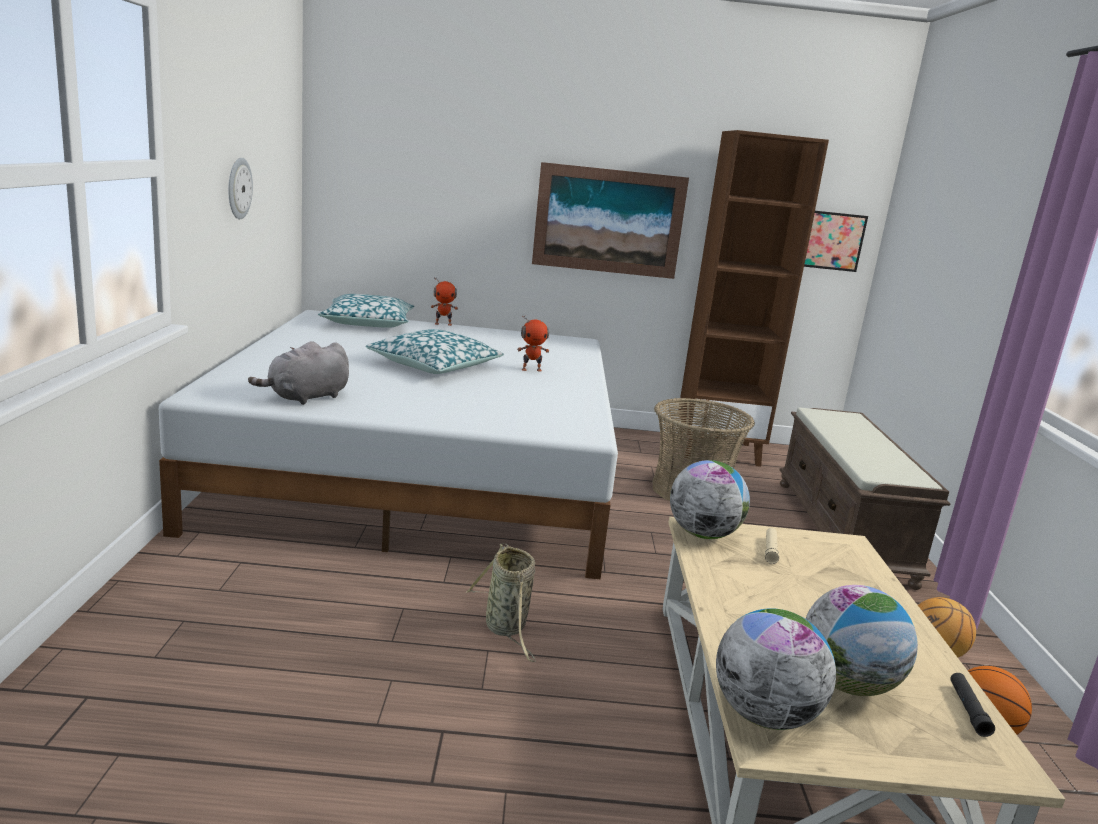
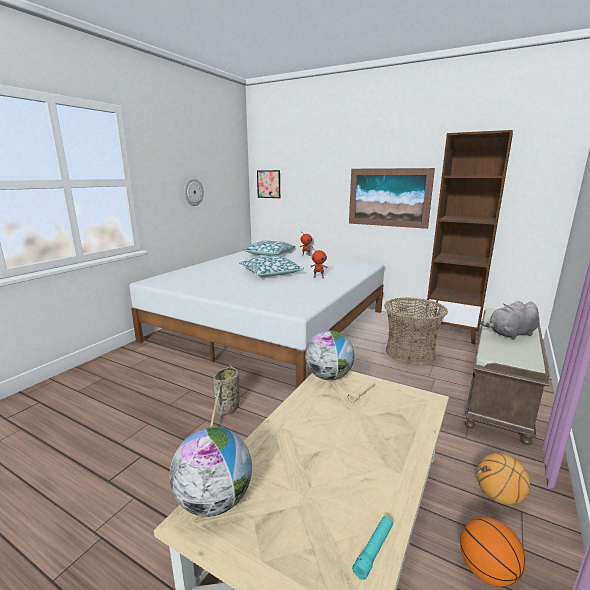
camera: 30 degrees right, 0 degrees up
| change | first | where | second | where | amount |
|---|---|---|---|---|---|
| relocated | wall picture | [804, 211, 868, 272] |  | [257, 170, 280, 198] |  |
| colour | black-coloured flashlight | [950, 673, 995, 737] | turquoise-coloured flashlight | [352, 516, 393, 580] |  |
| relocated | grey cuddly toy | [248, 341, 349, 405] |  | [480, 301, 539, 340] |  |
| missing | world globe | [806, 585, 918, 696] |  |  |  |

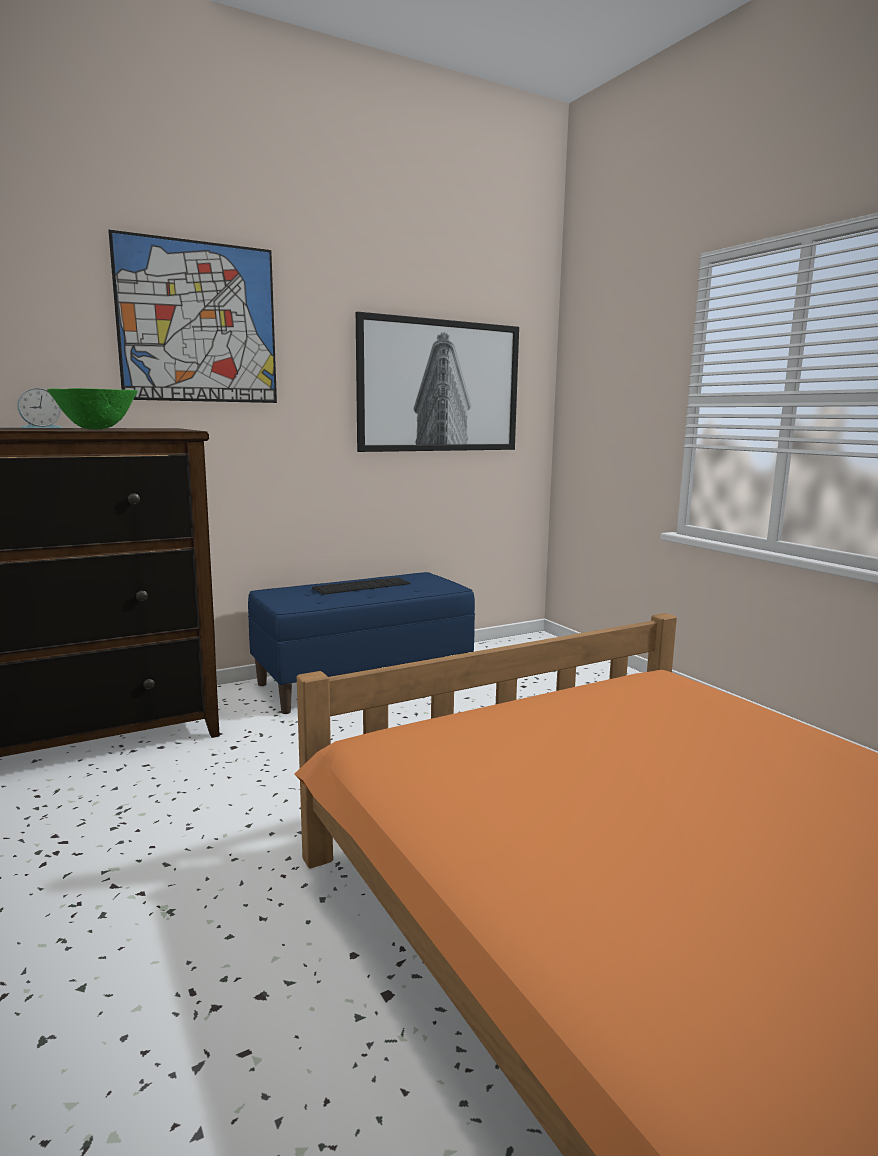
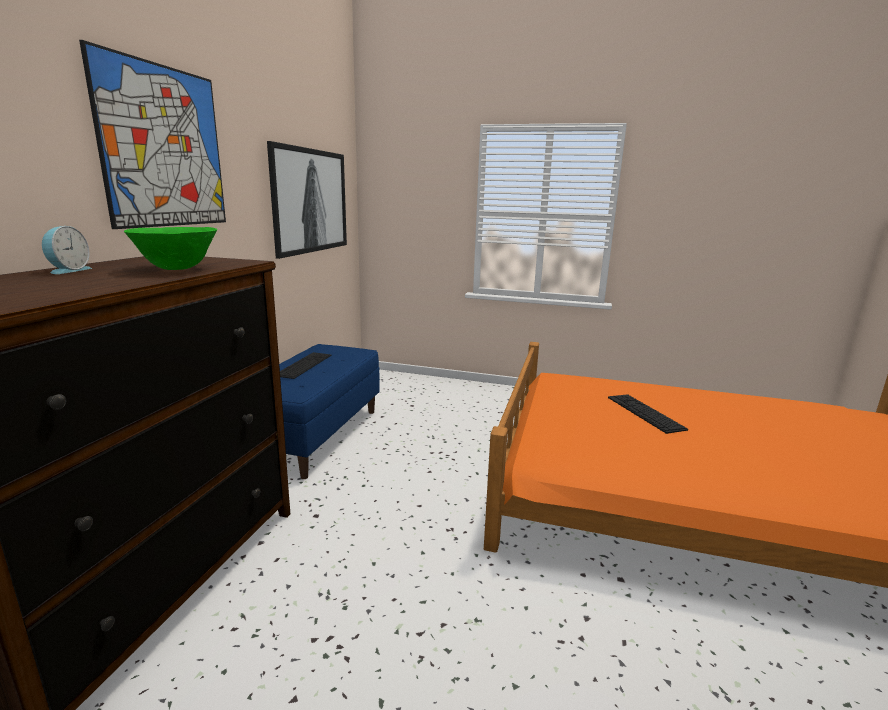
camera: 45 degrees left, 5 degrees up
| change | first | where | second | where | amount |
|---|---|---|---|---|---|
| appeared |  |  | computer keyboard | [608, 394, 688, 434] |  |

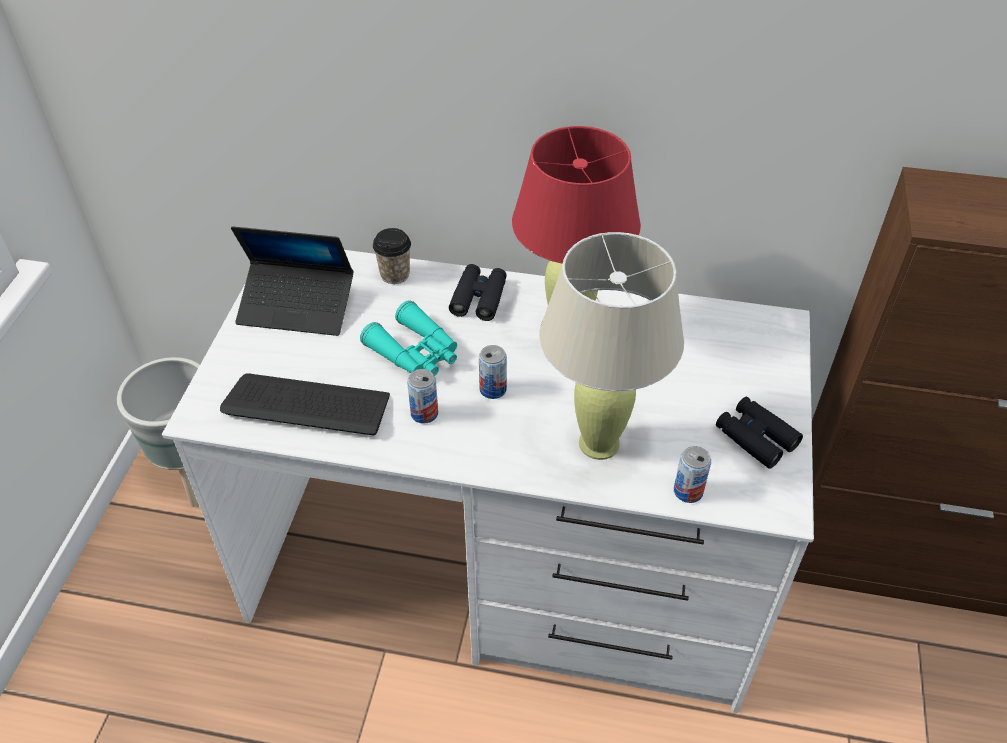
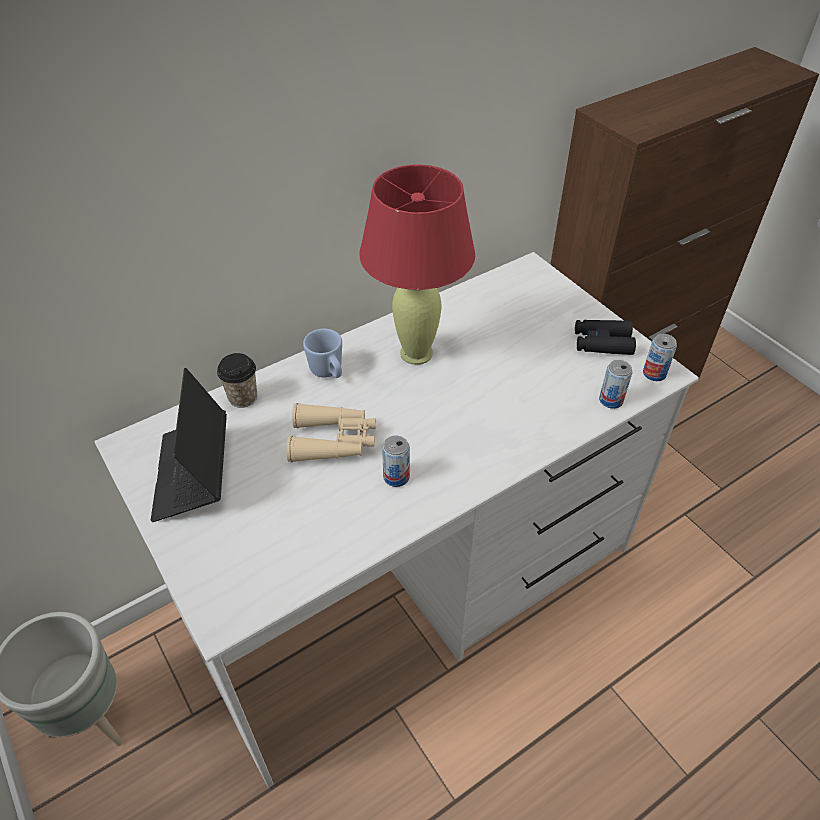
camera: 45 degrees left, 0 degrees up
| change | first | where | second | where | amount |
|---|---|---|---|---|---|
| spun | portable computer | [231, 226, 353, 336] |  | [151, 368, 227, 522] | 120 degrees clockwise |
| colour | turquoise-coloured pair of binoculars | [360, 300, 457, 376] | sand-coloured pair of binoculars | [287, 403, 376, 462] |  |
| exchanged | black-coloured pair of binoculars | [449, 264, 507, 321] | bluish mug | [303, 329, 342, 378] |  |
| relocated | can | [479, 345, 507, 399] |  | [643, 334, 677, 381] |  |
| missing | computer keyboard | [220, 373, 390, 435] |  |  |  |
| missing | sand-coloured lamp for a table | [539, 232, 684, 460] |  |  |  |

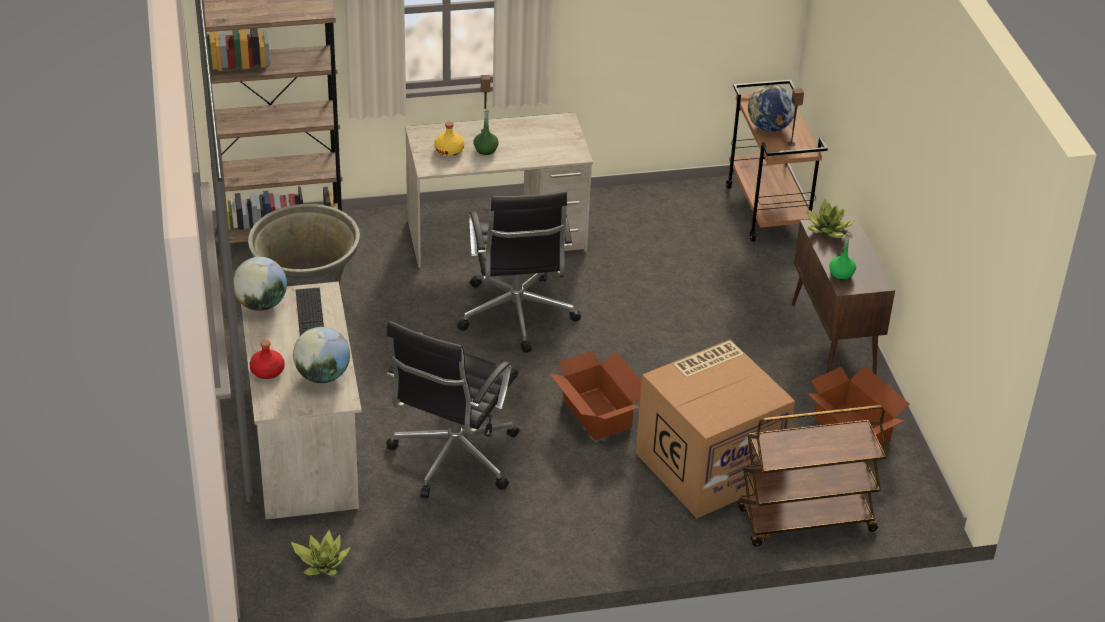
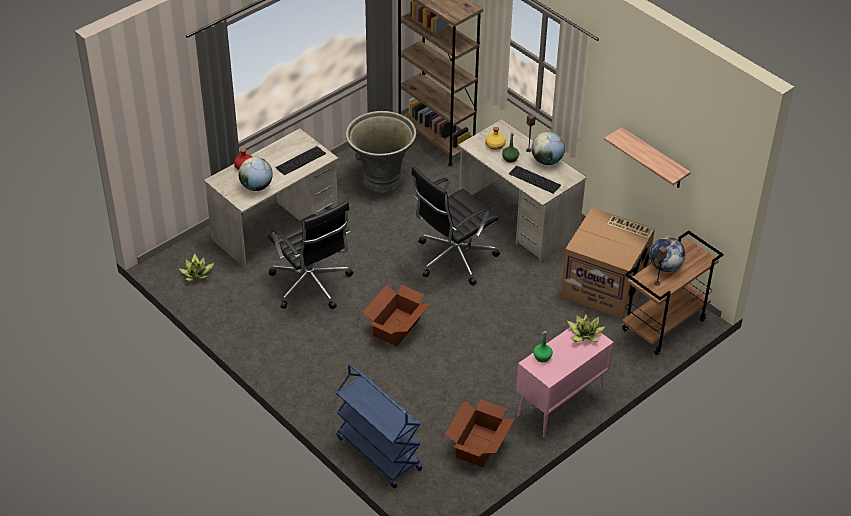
camera: 60 degrees right, 5 degrees up
| change | first | where | second | where | amount |
|---|---|---|---|---|---|
| spun | black-coloured computer chair | [386, 321, 519, 498] |  | [268, 201, 353, 309] | 120 degrees counterclockwise |
| colour | brown cart | [737, 405, 887, 547] | bluish cart | [336, 364, 422, 489] |  |
| appeared |  |  | computer keyboard | [509, 165, 561, 194] |  |
| colour | brown storage cabinet | [792, 215, 895, 374] | pink-coloured storage cabinet | [516, 319, 614, 438] |  |
| relocated | world globe | [233, 257, 287, 311] |  | [532, 132, 565, 165] |  |
| relocated | packing box | [636, 340, 795, 518] |  | [561, 208, 655, 319] |  |
| appeared |  |  | bracket shelf | [604, 127, 691, 188] |  |

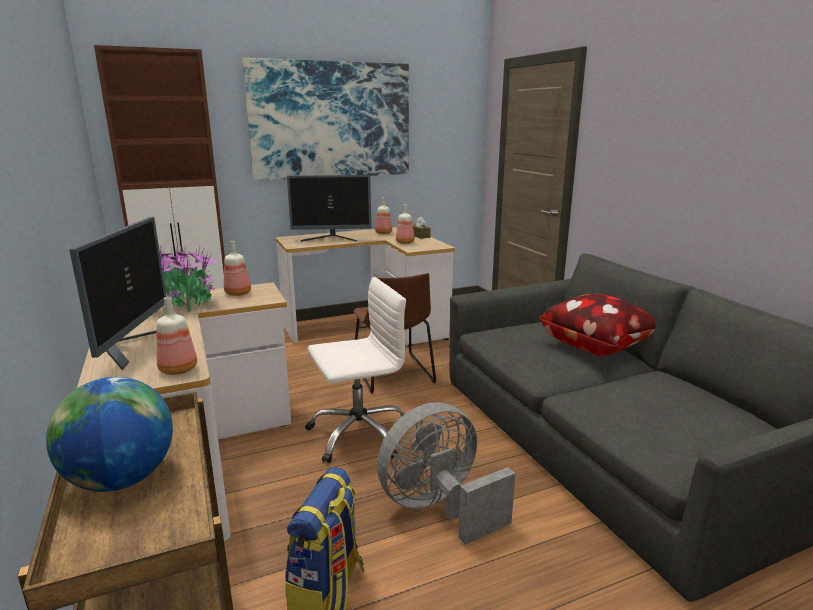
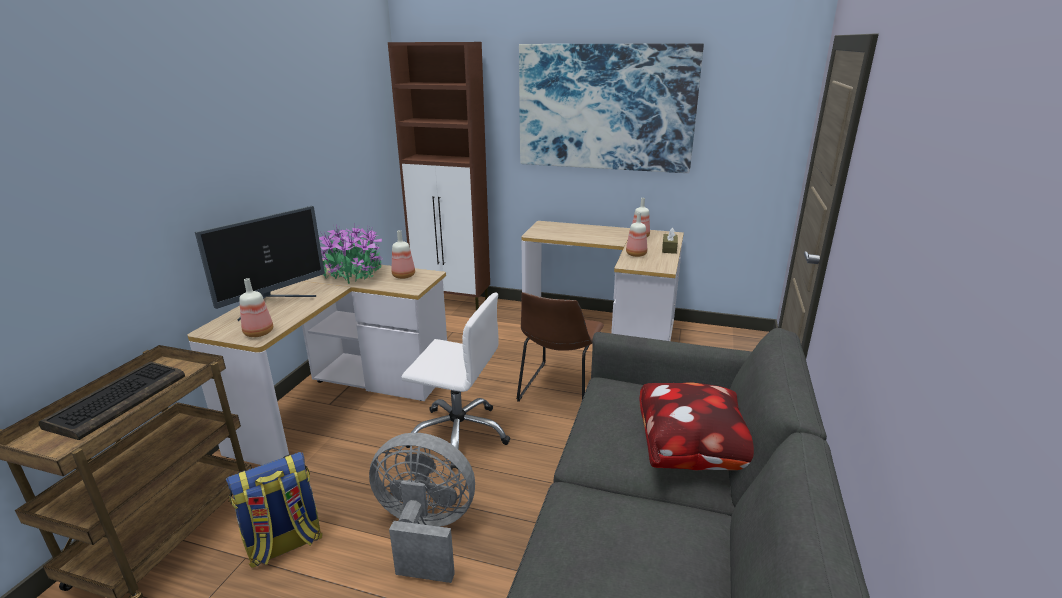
camera: 40 degrees right, 5 degrees up
| change | first | where | second | where | amount |
|---|---|---|---|---|---|
| exchanged | world globe | [46, 377, 173, 492] | computer keyboard | [39, 362, 185, 440] |  |
| missing | monitor | [287, 175, 371, 242] |  |  |  |

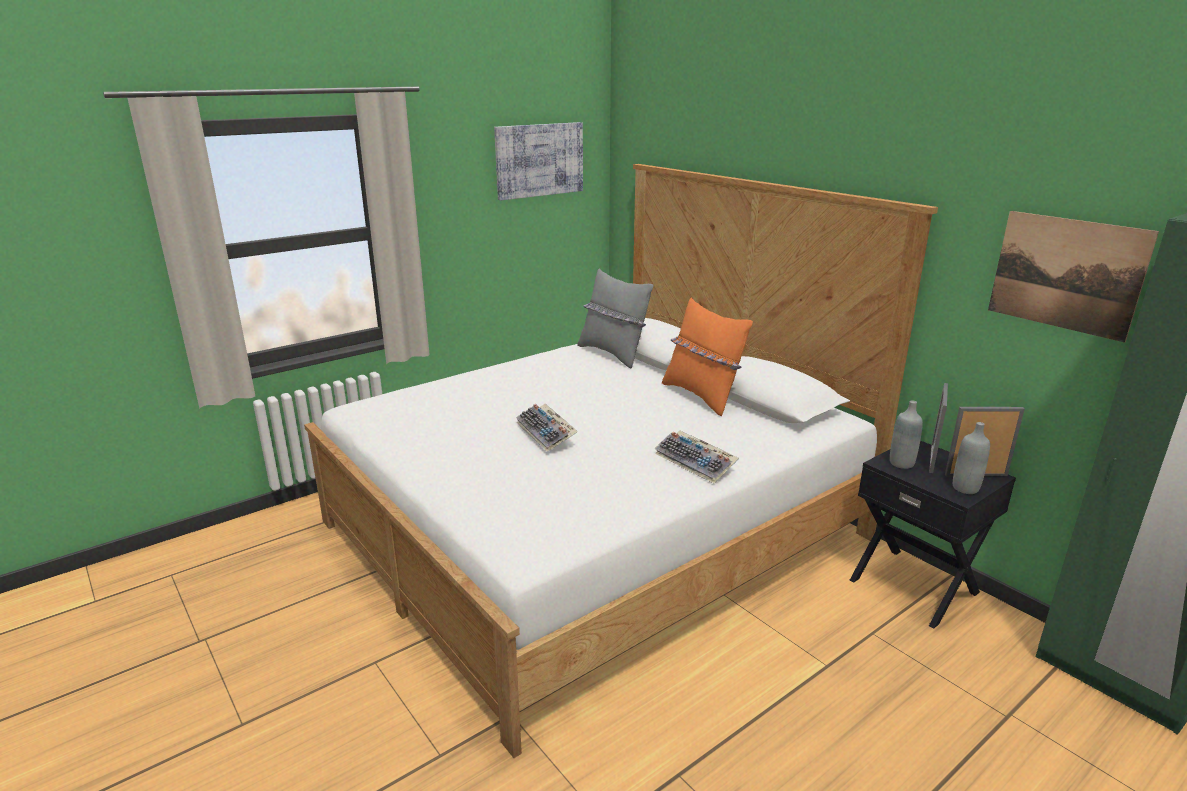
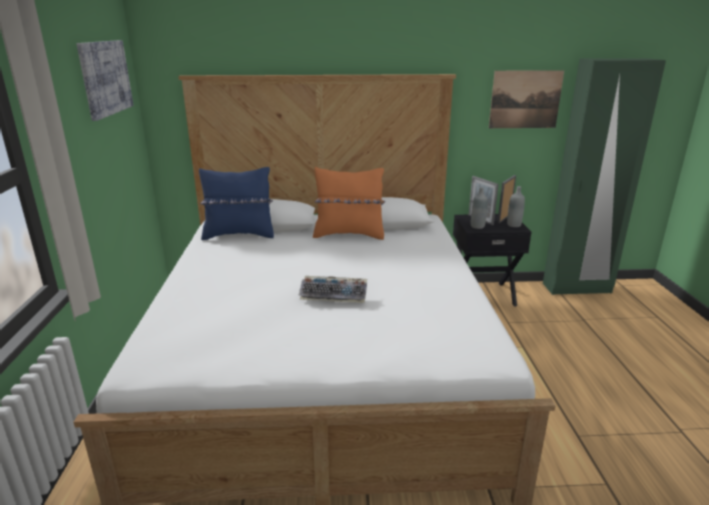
camera: 55 degrees left, 0 degrees up
| change | first | where | second | where | amount |
|---|---|---|---|---|---|
| colour | grey pillow | [577, 269, 654, 368] | bluish pillow | [199, 167, 274, 240] |  |
| missing | computer keyboard | [654, 430, 739, 483] |  |  |  |

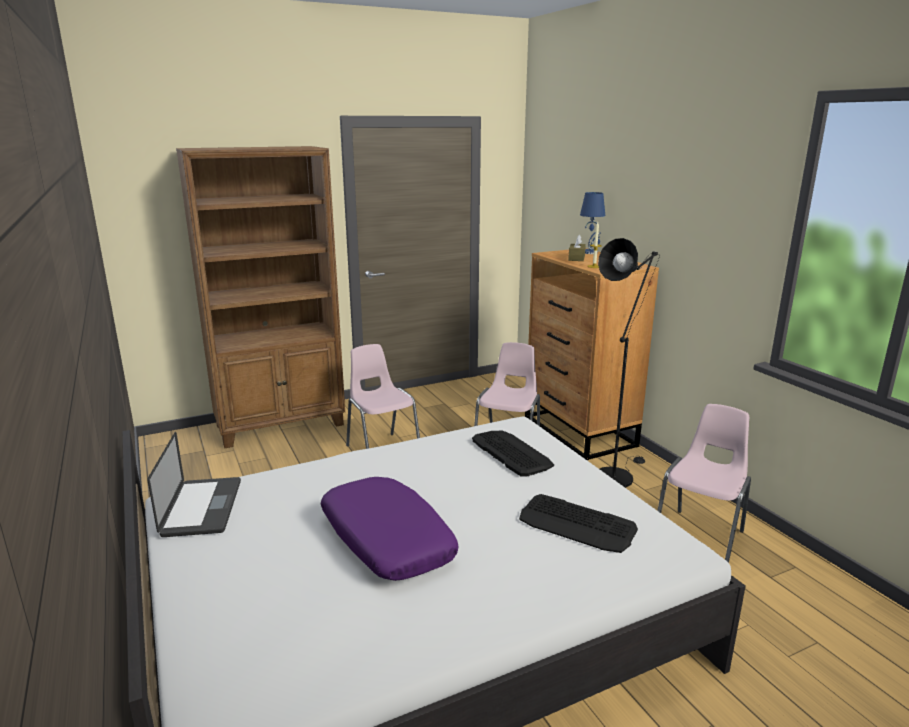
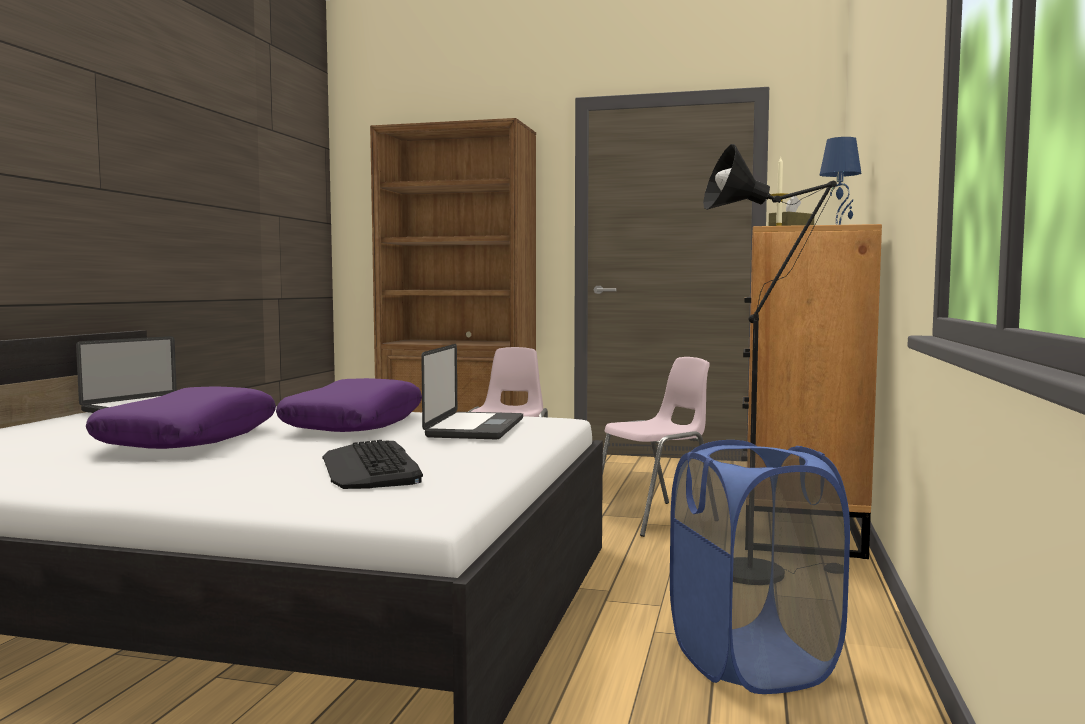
camera: 40 degrees right, 15 degrees down
| change | first | where | second | where | amount |
|---|---|---|---|---|---|
| appeared |  |  | purple-coloured pillow | [276, 378, 422, 432] |  |
| exchanged | computer keyboard | [472, 431, 554, 477] | portable computer | [421, 344, 523, 439] |  |
| exchanged | pink-coloured plain chair | [657, 404, 751, 563] | bluish laundry basket | [670, 440, 850, 694] |  |

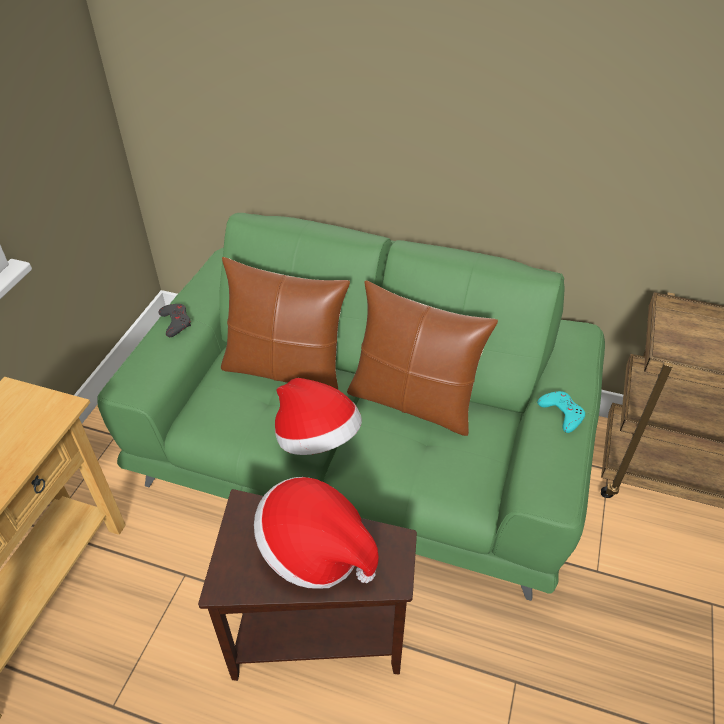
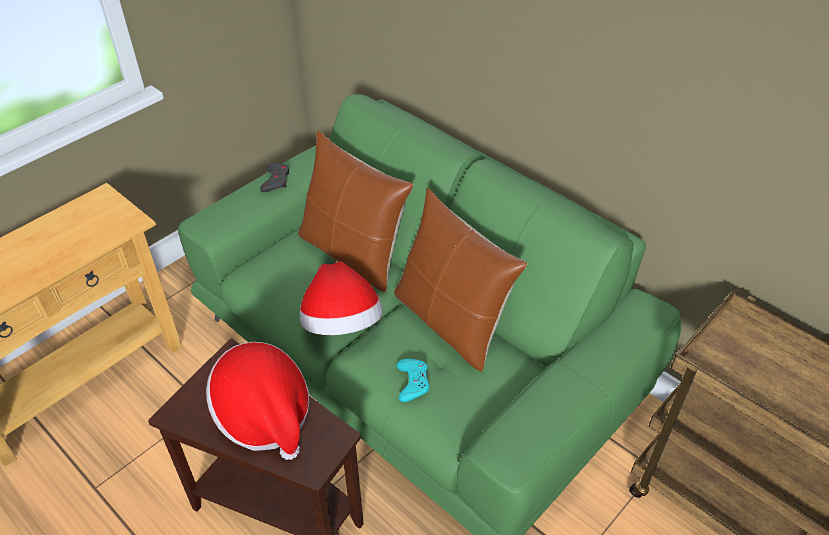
camera: 25 degrees right, 0 degrees up
| change | first | where | second | where | amount |
|---|---|---|---|---|---|
| relocated | turquoise-coloured gamepad | [537, 391, 585, 433] |  | [397, 359, 430, 402] |  |

